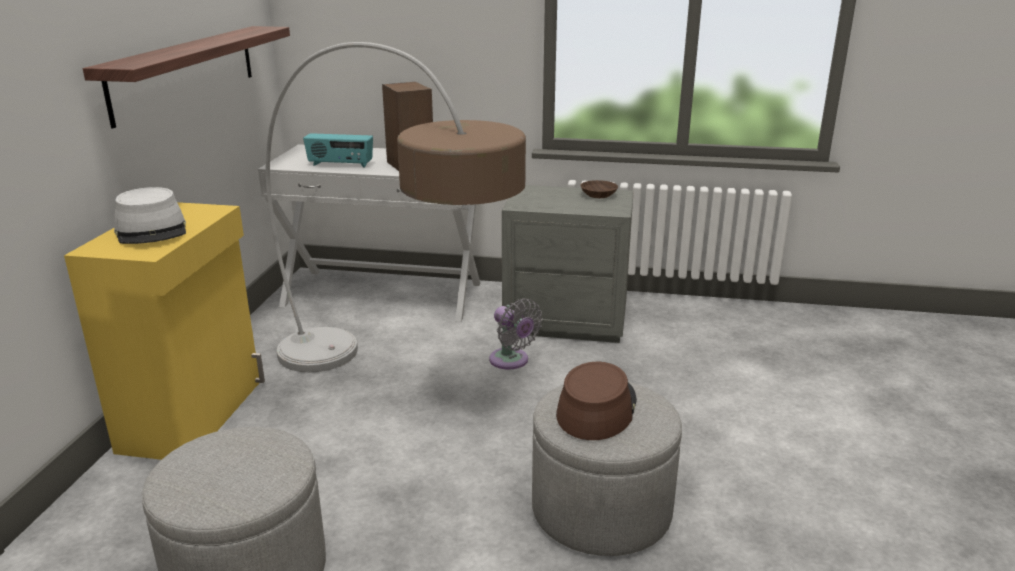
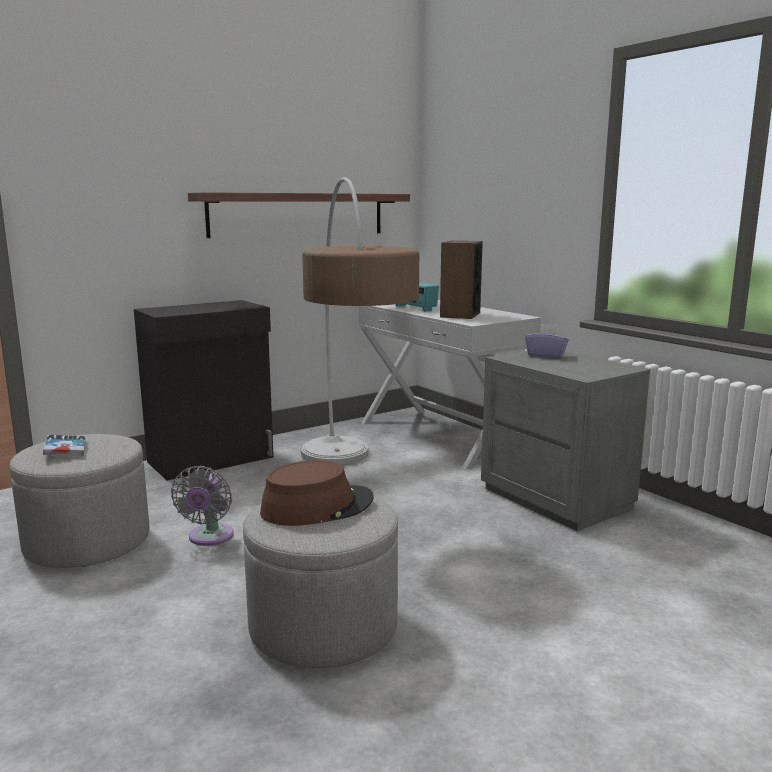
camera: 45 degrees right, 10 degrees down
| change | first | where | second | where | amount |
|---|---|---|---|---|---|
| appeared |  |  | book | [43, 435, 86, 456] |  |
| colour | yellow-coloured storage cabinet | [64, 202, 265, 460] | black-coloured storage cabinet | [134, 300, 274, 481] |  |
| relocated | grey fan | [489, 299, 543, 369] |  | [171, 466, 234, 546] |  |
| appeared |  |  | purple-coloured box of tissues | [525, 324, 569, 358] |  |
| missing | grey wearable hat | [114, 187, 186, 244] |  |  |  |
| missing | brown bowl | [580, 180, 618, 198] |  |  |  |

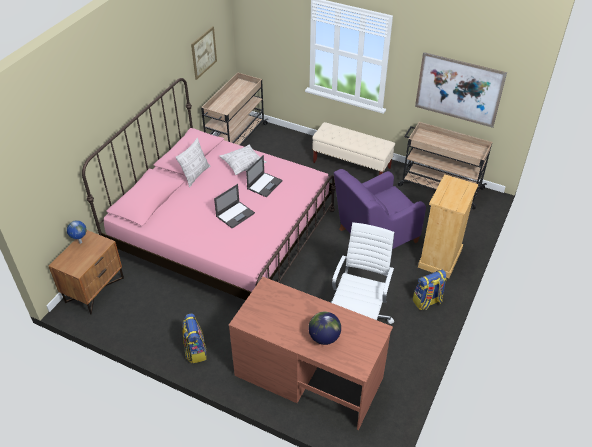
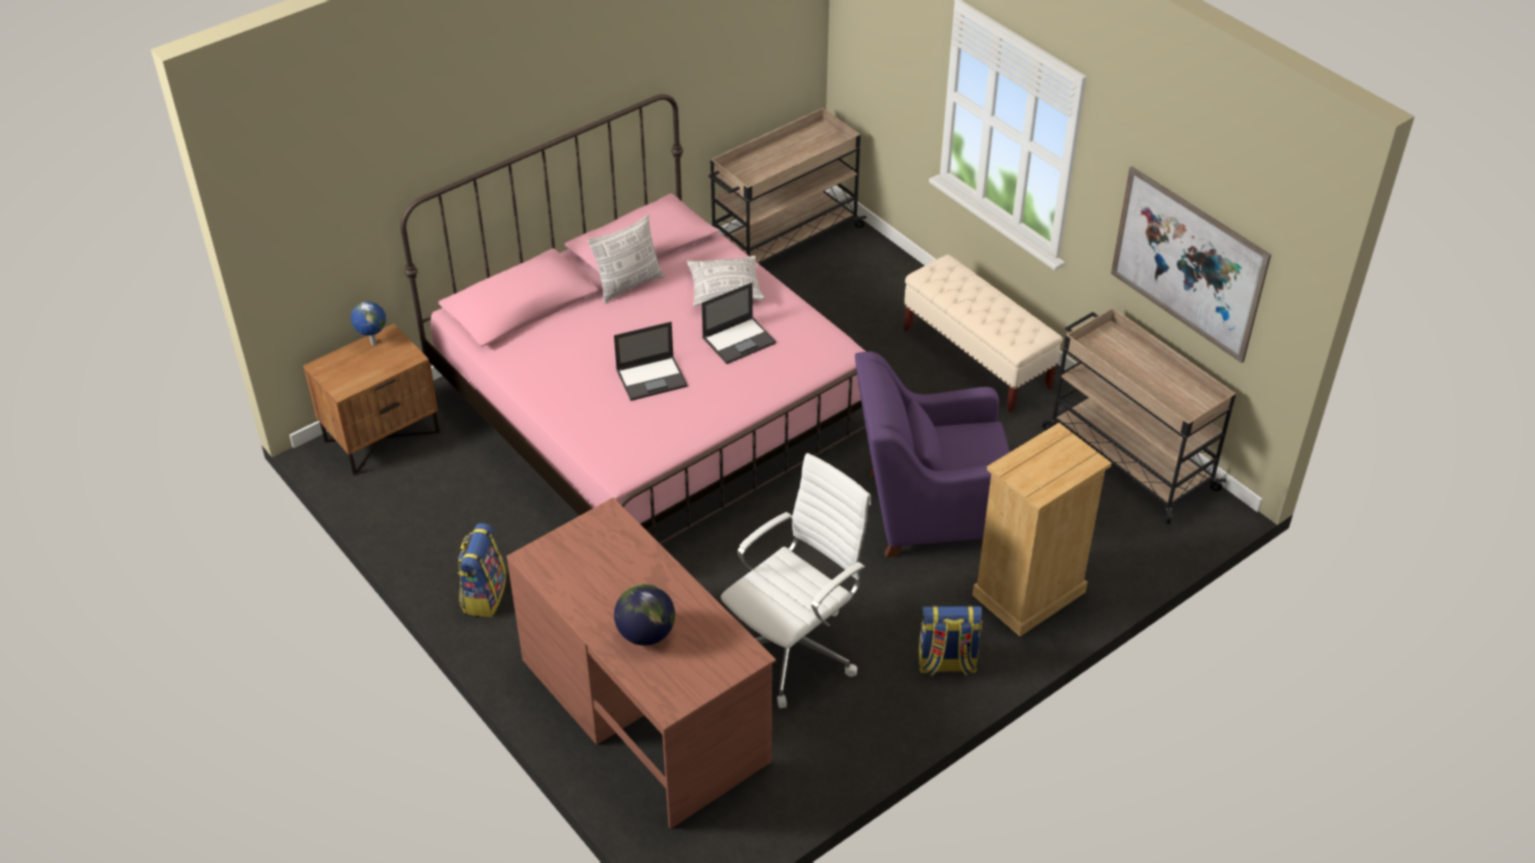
camera: 25 degrees right, 0 degrees up
| change | first | where | second | where | amount |
|---|---|---|---|---|---|
| missing | wall picture | [191, 26, 217, 80] |  |  |  |

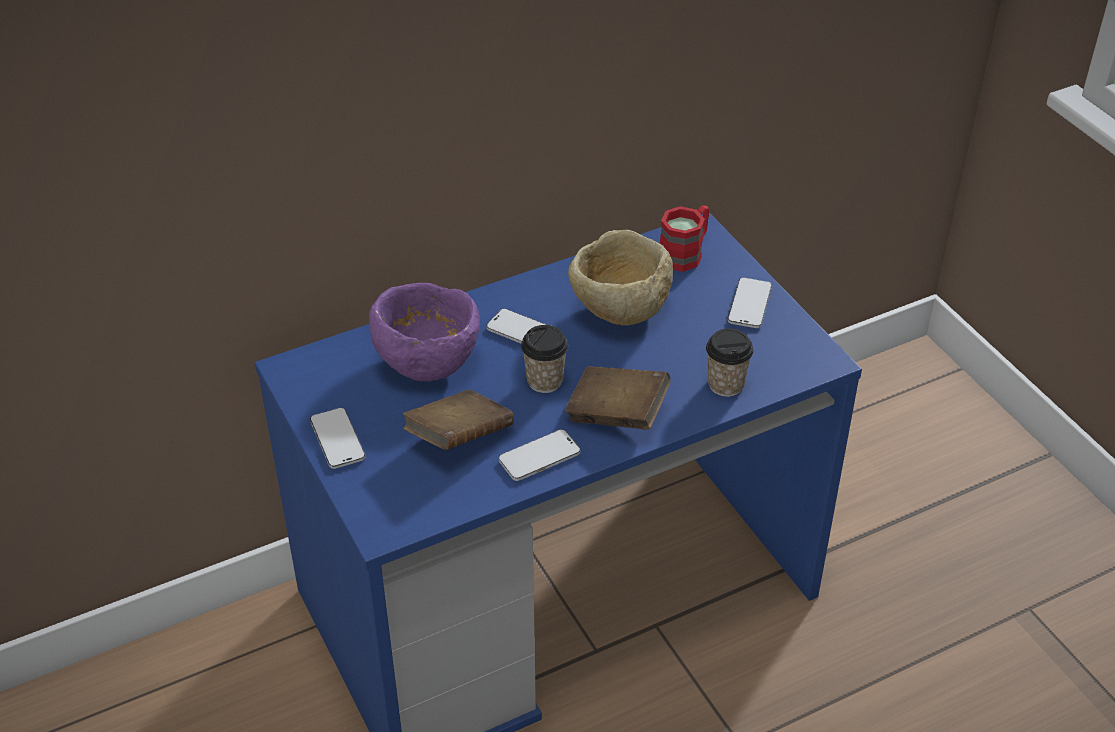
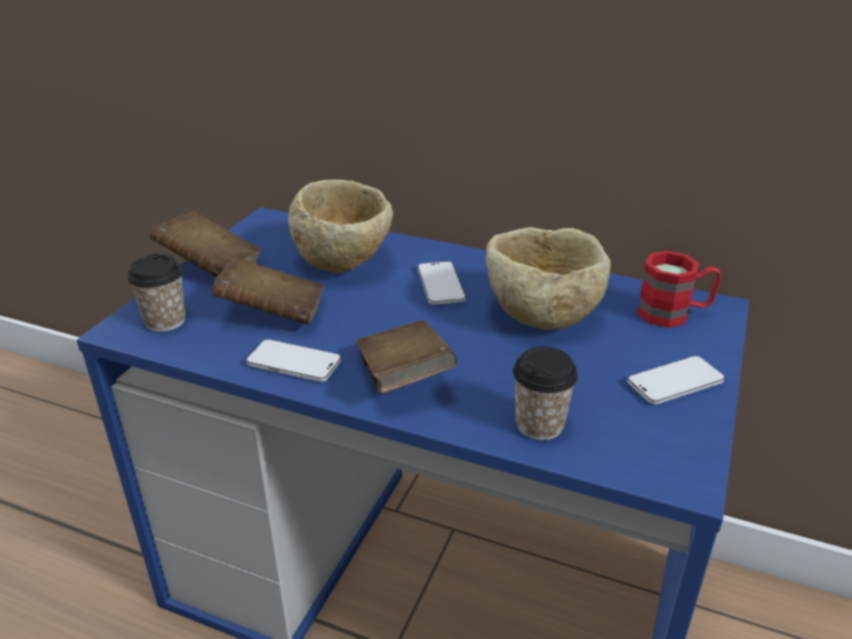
camera: 50 degrees right, 10 degrees down
| change | first | where | second | where | amount |
|---|---|---|---|---|---|
| relocated | cup | [521, 325, 568, 393] |  | [127, 254, 186, 332] |  |
| exchanged | phone | [310, 408, 365, 469] | brown book | [150, 212, 262, 278] |  |
| colour | purple-coloured bowl | [369, 283, 480, 381] | sand-coloured bowl | [288, 180, 393, 273] |  |

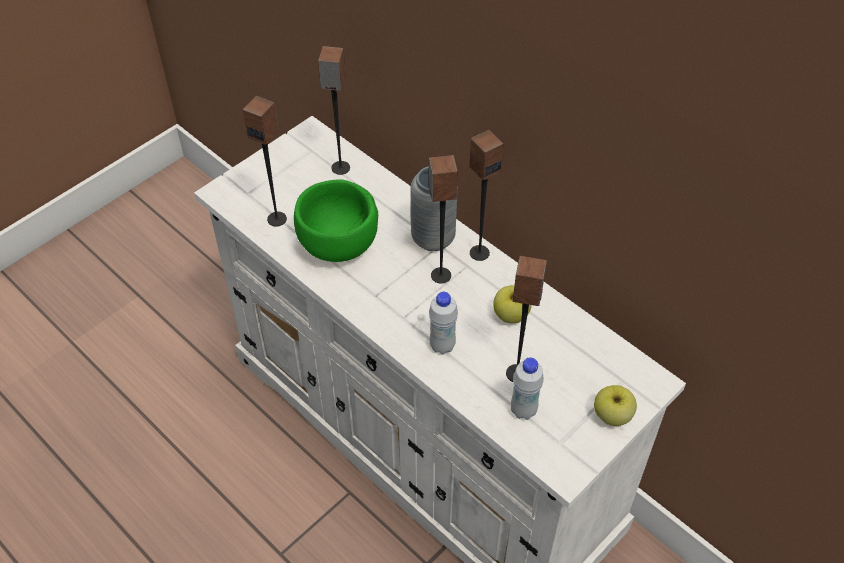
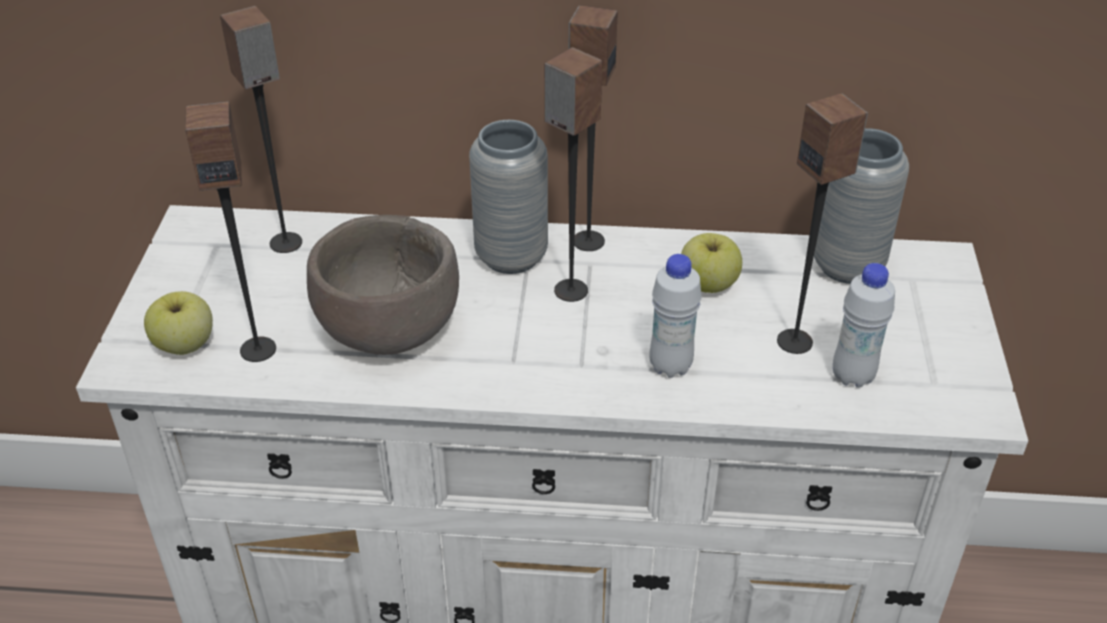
camera: 40 degrees left, 10 degrees down
| change | first | where | second | where | amount |
|---|---|---|---|---|---|
| relocated | whole apple | [594, 385, 637, 426] |  | [144, 291, 213, 355] |  |
| colour | green-coloured bowl | [294, 180, 378, 262] | brown bowl | [307, 215, 459, 355] |  |
| appeared |  |  | grey decorative vase | [814, 128, 909, 284] |  |

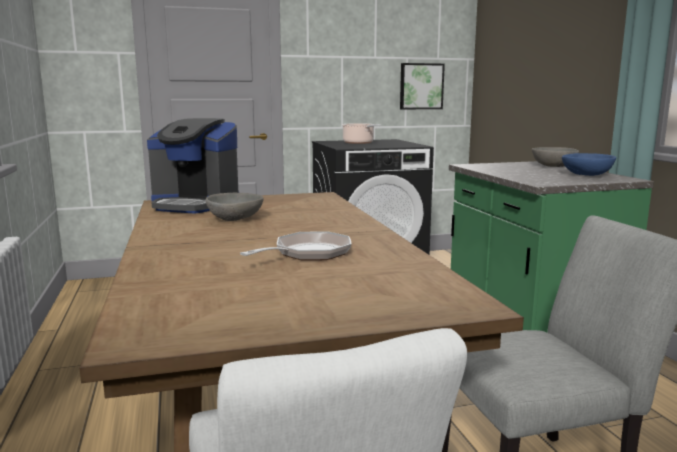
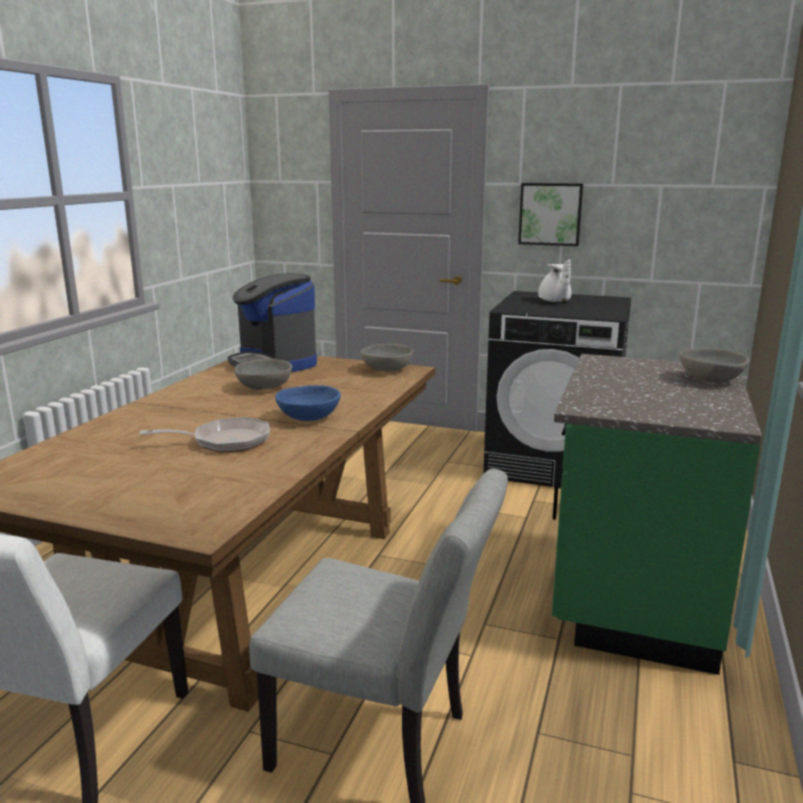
camera: 35 degrees right, 5 degrees up
| change | first | where | second | where | amount |
|---|---|---|---|---|---|
| relocated | bluish bowl | [562, 153, 616, 176] |  | [275, 385, 341, 421] |  |
| appeared |  |  | grey bowl | [361, 344, 414, 371] |  |
| relocated | wall picture | [400, 63, 445, 109] |  | [518, 183, 583, 246] |  |
| exchanged | stockpot | [341, 123, 381, 144] | white-coloured tea pot | [538, 259, 571, 302] |  |

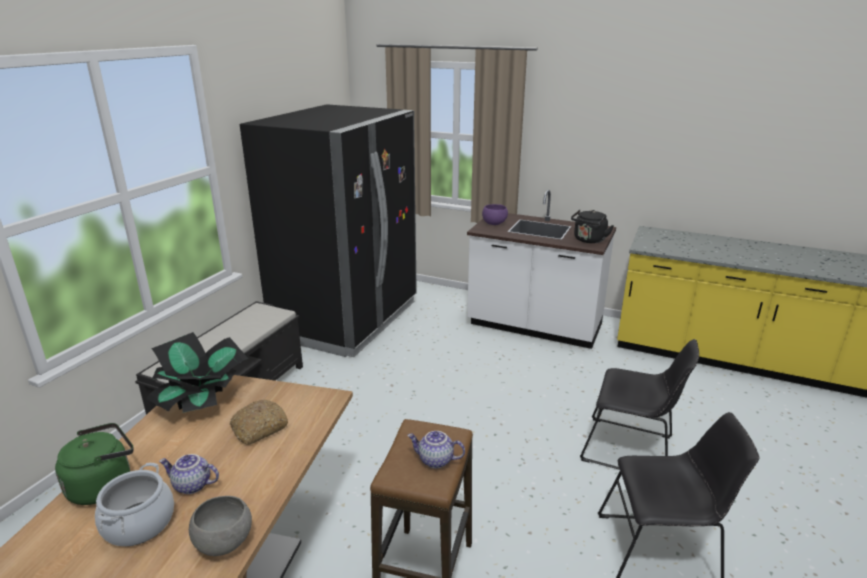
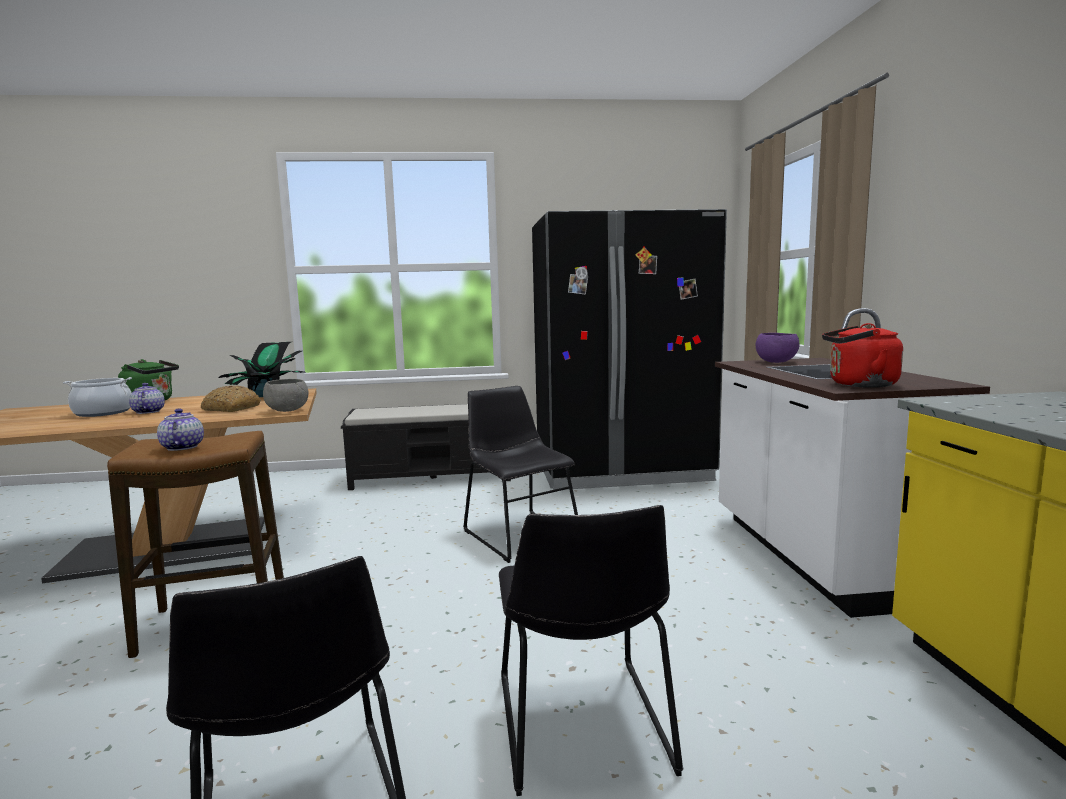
camera: 60 degrees right, 15 degrees down
| change | first | where | second | where | amount |
|---|---|---|---|---|---|
| relocated | grey bowl | [189, 496, 252, 556] |  | [263, 379, 309, 412] |  |
| appeared |  |  | black-coloured plain chair | [463, 386, 578, 563] |  |
| colour | black-coloured water kettle | [571, 210, 614, 243] | red water kettle | [822, 323, 903, 388] |  |

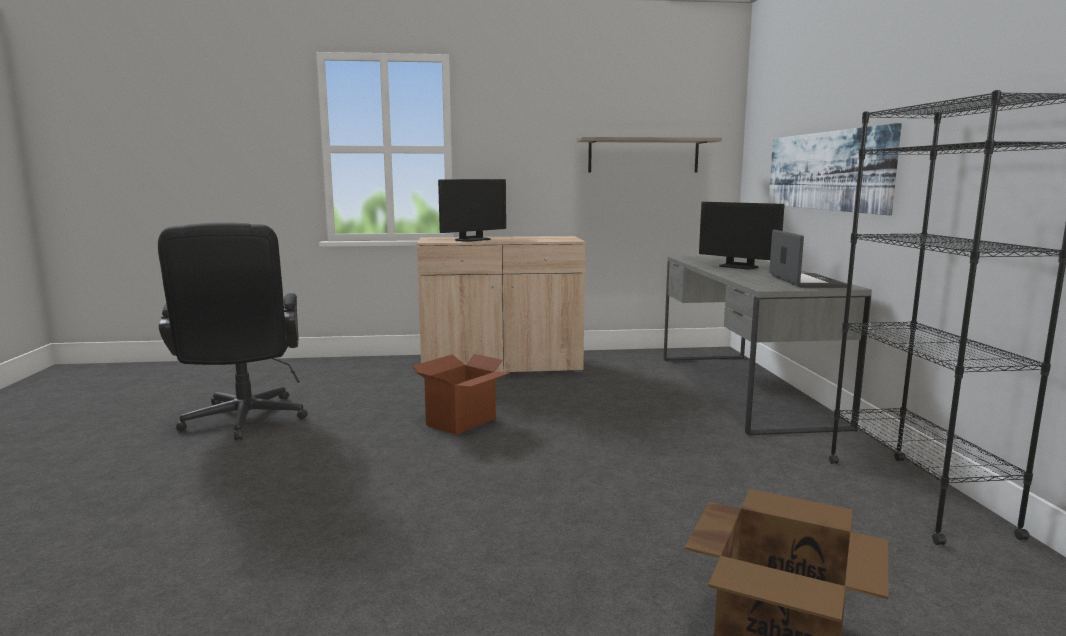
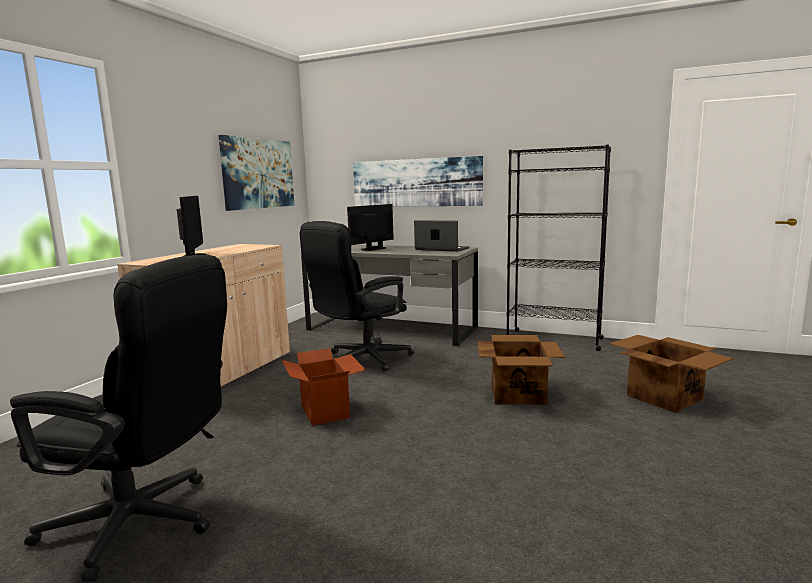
camera: 60 degrees left, 0 degrees up
| change | first | where | second | where | amount |
|---|---|---|---|---|---|
| exchanged | bracket shelf | [577, 137, 722, 173] | wall picture | [218, 135, 294, 211] |  |
| appeared |  |  | black-coloured computer chair | [300, 221, 414, 371] |  |
| spun | monitor | [699, 202, 785, 269] |  | [347, 204, 394, 251] | 150 degrees clockwise |
| appeared |  |  | packing box | [478, 335, 565, 405] |  |

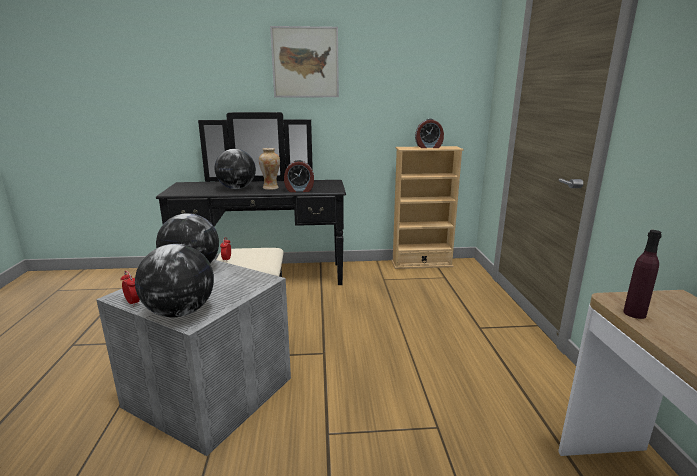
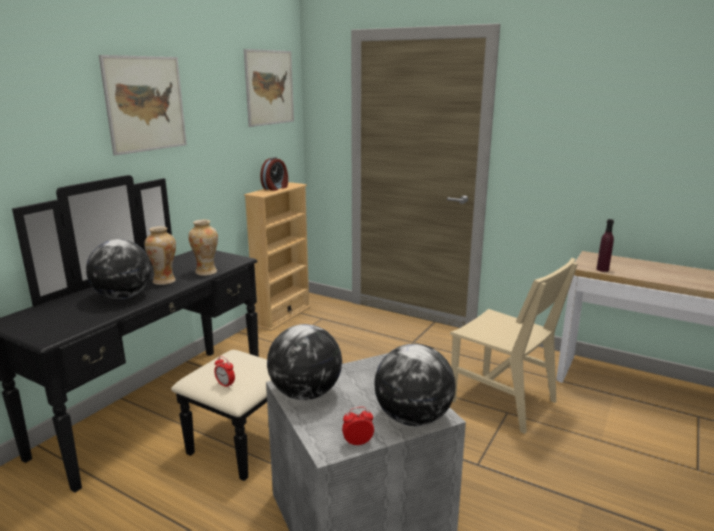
camera: 55 degrees left, 0 degrees up
| change | first | where | second | where | amount |
|---|---|---|---|---|---|
| exchanged | bedside clock | [284, 160, 314, 192] | decorative vase | [188, 220, 218, 276] |  |
| appeared |  |  | wall picture | [244, 49, 294, 127] |  |
| appeared |  |  | sand-coloured plain chair | [450, 258, 578, 434] |  |

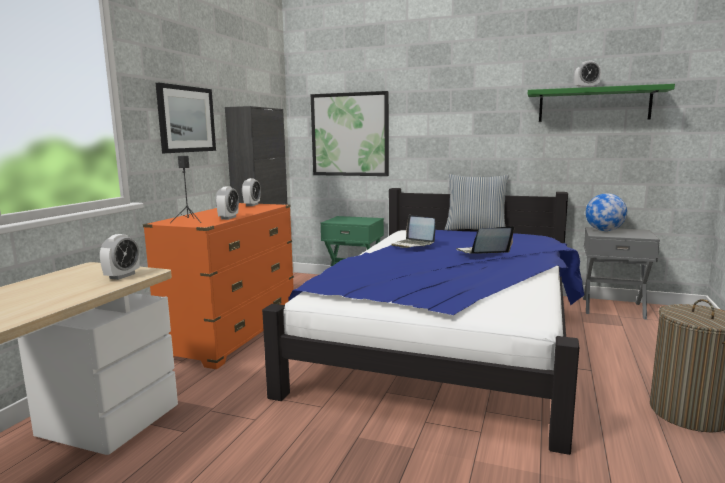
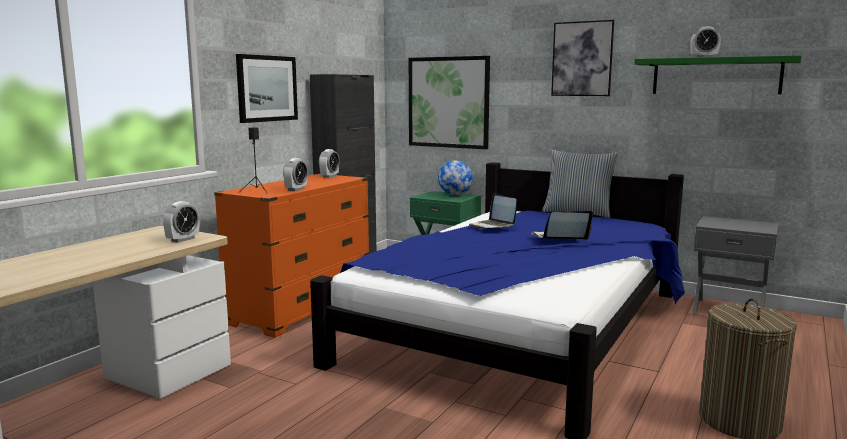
camera: 10 degrees right, 0 degrees up
| change | first | where | second | where | amount |
|---|---|---|---|---|---|
| relocated | world globe | [586, 193, 627, 231] |  | [438, 160, 473, 195] |  |
| appeared |  |  | wall picture | [551, 20, 614, 96] |  |

